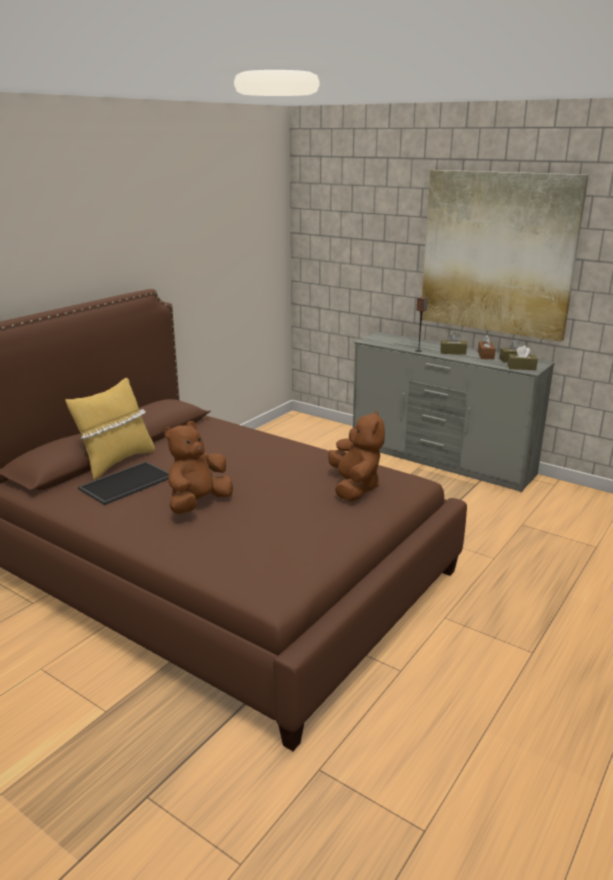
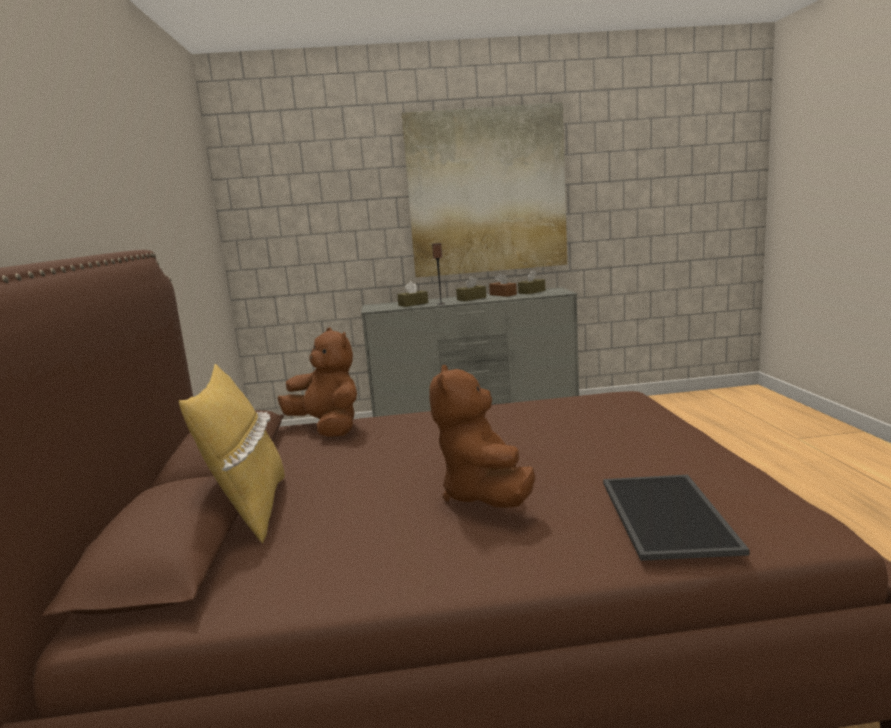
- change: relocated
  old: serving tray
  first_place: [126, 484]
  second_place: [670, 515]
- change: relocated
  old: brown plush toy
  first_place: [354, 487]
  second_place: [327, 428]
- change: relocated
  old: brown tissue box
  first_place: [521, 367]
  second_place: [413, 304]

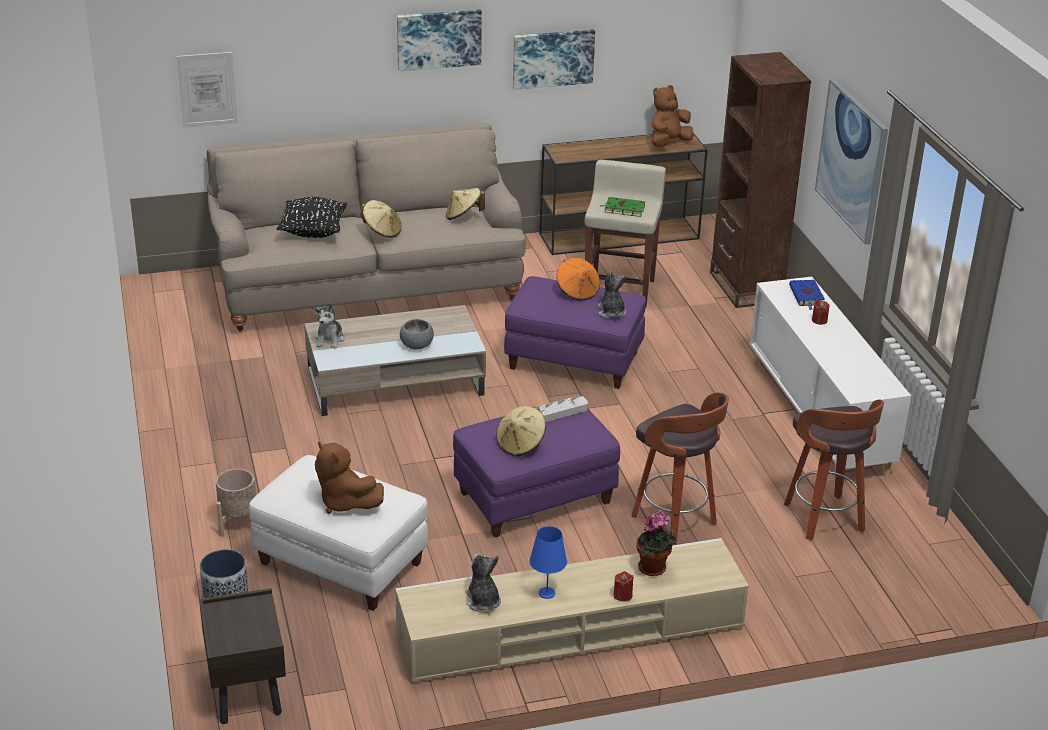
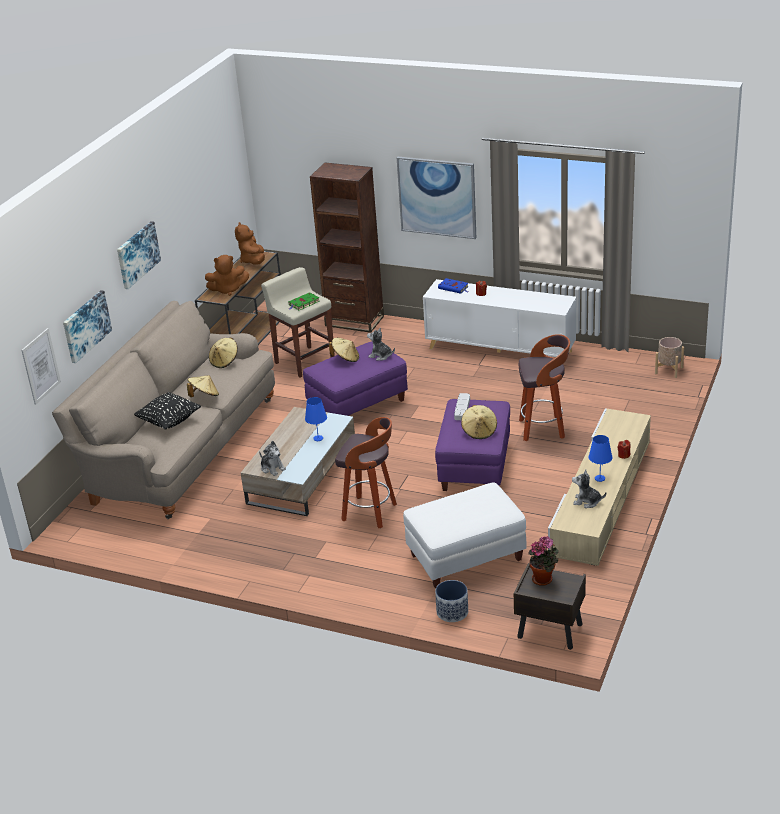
- change: relocated
  old: beige plant pot
  first_place: [239, 523]
  second_place: [669, 370]
- change: relocated
  old: brown plush toy
  first_place: [344, 502]
  second_place: [228, 290]
- change: relocated
  old: wall picture
  first_place: [553, 58]
  second_place: [86, 326]
- change: relocated
  old: potted plant
  first_place: [654, 569]
  second_place: [544, 579]
- change: relocated
  old: sitting stool
  first_place: [825, 519]
  second_place: [371, 513]
- change: exchanged
  old: greyish deep dish
  new: blue tabletop lamp
  first_place: [417, 345]
  second_place: [318, 438]
- change: colour
  old: orange-coloured hat
  new: beige hat
  first_place: [577, 291]
  second_place: [346, 358]

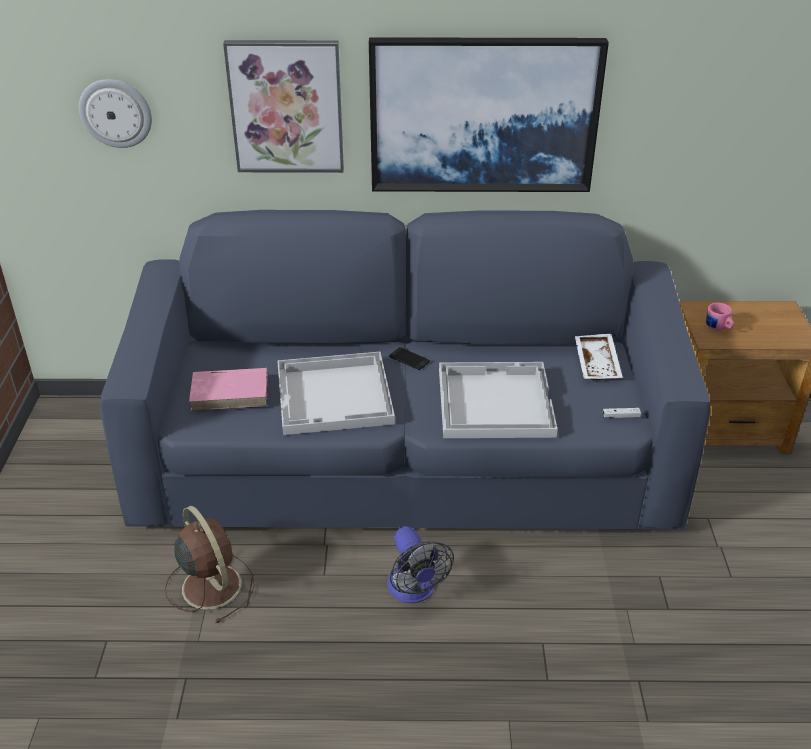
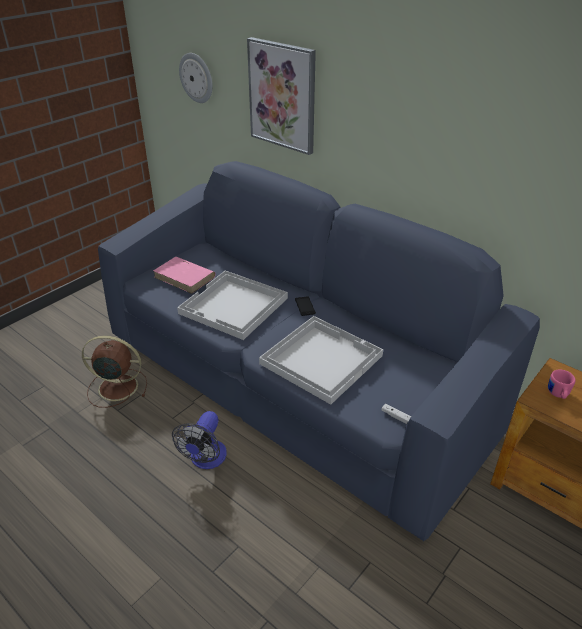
- change: missing
  old: wall picture
  first_place: [483, 115]
- change: missing
  old: whitish serving tray
  first_place: [598, 363]
- change: spun
  old: brown cooling fan
  first_place: [210, 584]
  second_place: [116, 387]
  degrees: -90

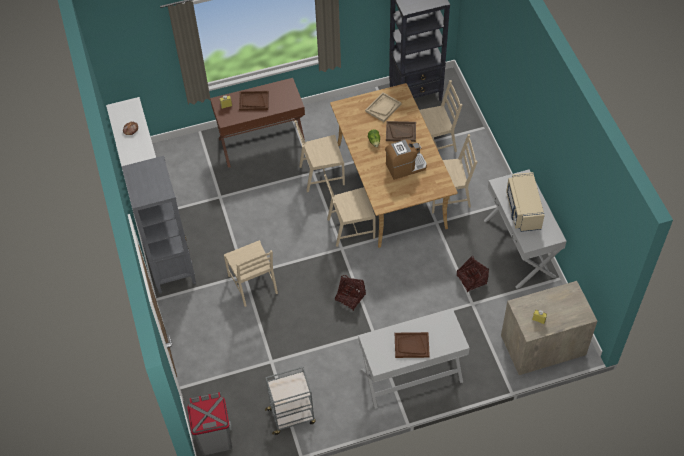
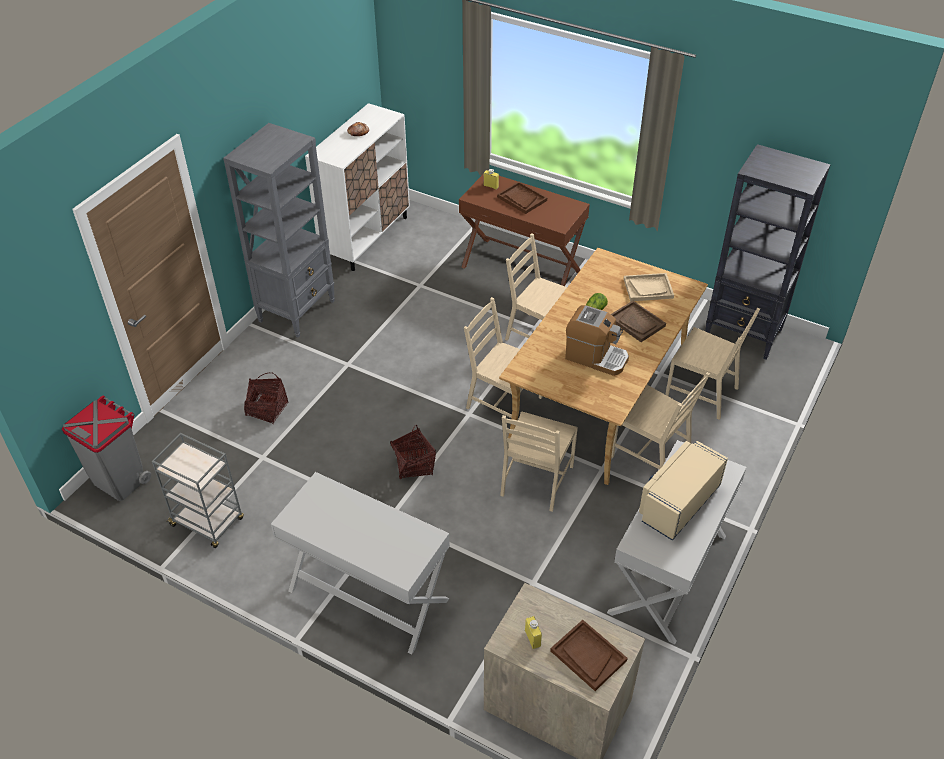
- change: relocated
  old: beige upright chair
  first_place: [253, 284]
  second_place: [536, 481]
- change: relocated
  old: brown serving tray
  first_place: [411, 345]
  second_place: [588, 656]
- change: relocated
  old: household basket
  first_place: [471, 280]
  second_place: [267, 409]

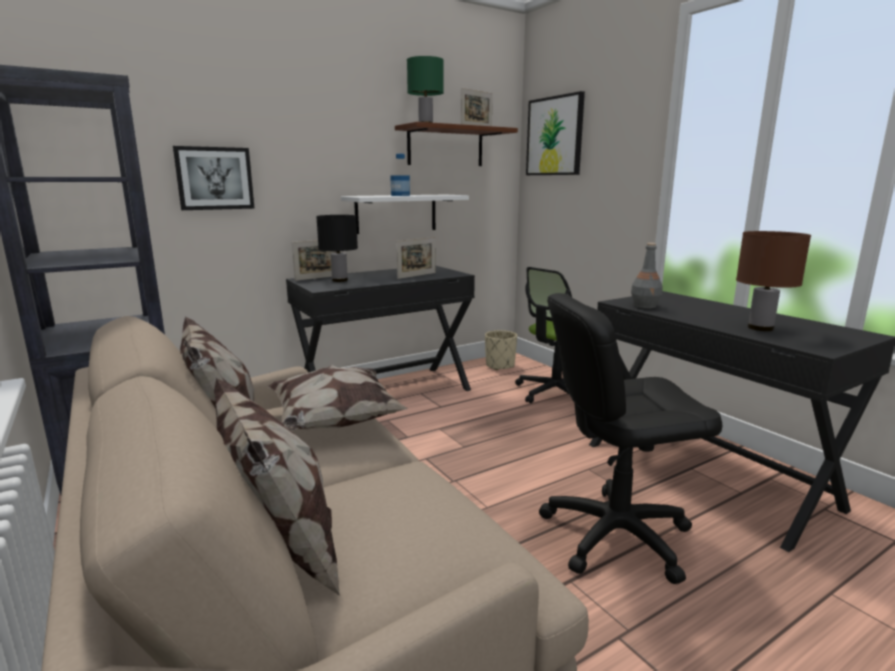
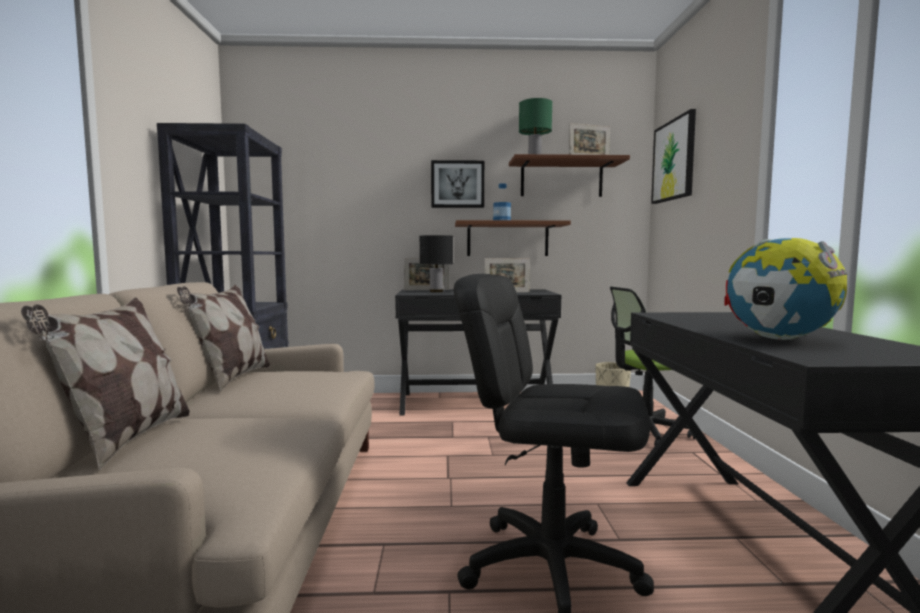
- change: missing
  old: pillow
  first_place: [333, 423]
- change: missing
  old: greyish drink bottle
  first_place: [645, 306]
- change: relocated
  old: wall picture
  first_place: [214, 178]
  second_place: [457, 184]
- change: exchanged
  old: brown tabletop lamp
  new: world globe
  first_place: [759, 328]
  second_place: [778, 339]
- change: colour
  old: whitish shelf
  new: brown shelf
  first_place: [396, 213]
  second_place: [507, 239]

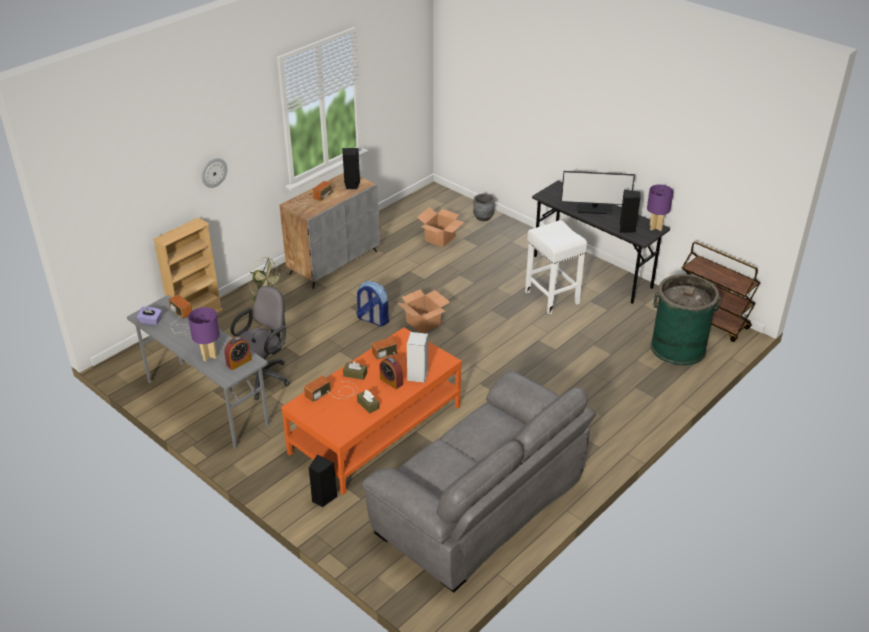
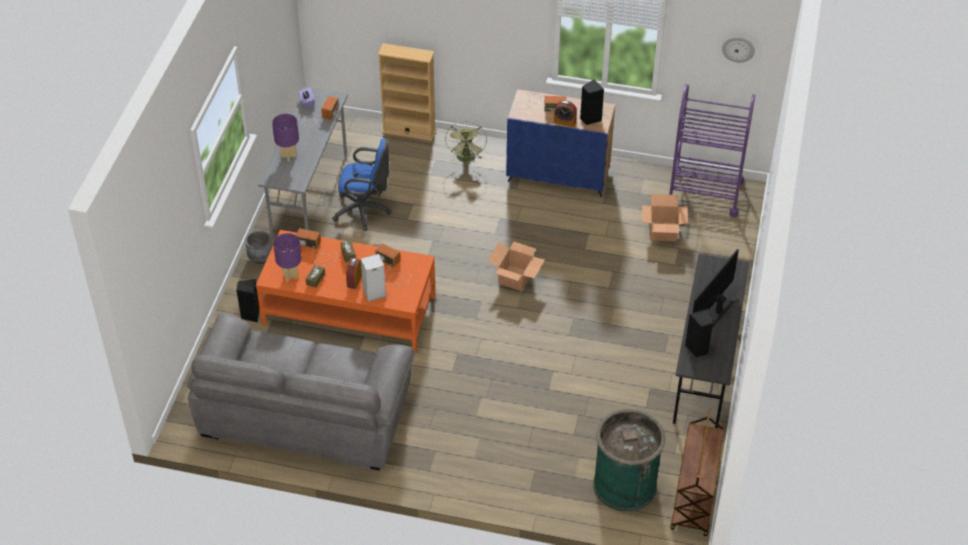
- change: missing
  old: rucksack
  first_place: [372, 320]
- change: missing
  old: whitish sitting stool
  first_place: [551, 297]
- change: appeared
  new: purple cart
  second_place: [704, 193]
- change: relocated
  old: clock on the wall
  first_place: [213, 172]
  second_place: [738, 49]
- change: relocated
  old: alarm clock
  first_place: [239, 362]
  second_place: [565, 122]
- change: relocated
  old: greyish plant pot
  first_place: [483, 217]
  second_place: [260, 257]
- change: relocated
  old: purple tabletop lamp
  first_place: [655, 227]
  second_place: [291, 276]
- change: colour
  old: greyish office chair
  new: blue office chair
  first_place: [264, 377]
  second_place: [364, 211]
- change: colour
  old: greyish cupboard
  new: blue cupboard
  first_place: [334, 262]
  second_place: [558, 175]
- change: spun
  old: monitor
  first_place: [594, 209]
  second_place: [714, 310]
  degrees: 60

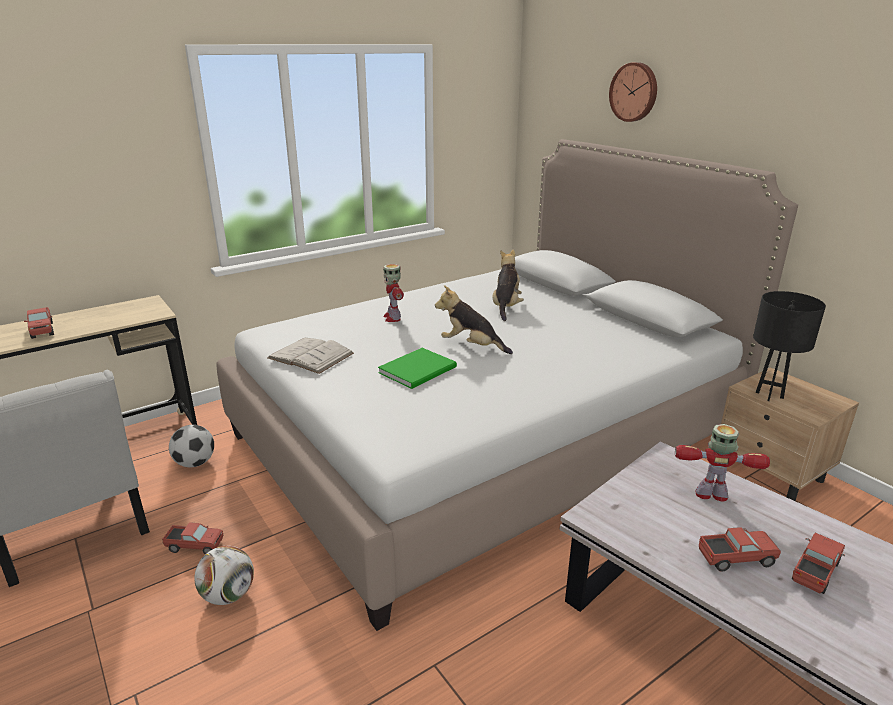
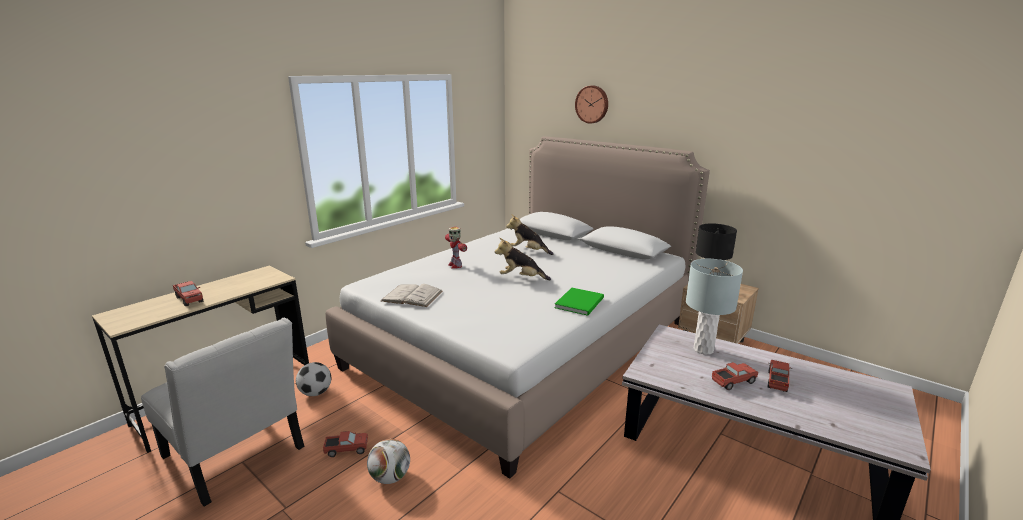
- change: relocated
  old: green-coloured volume
  first_place: [420, 370]
  second_place: [581, 302]
- change: exchanged
  old: robot figure
  new: greyish tabletop lamp
  first_place: [712, 494]
  second_place: [703, 350]
- change: spun
  old: plush toy
  first_place: [506, 307]
  second_place: [528, 251]
  degrees: -60

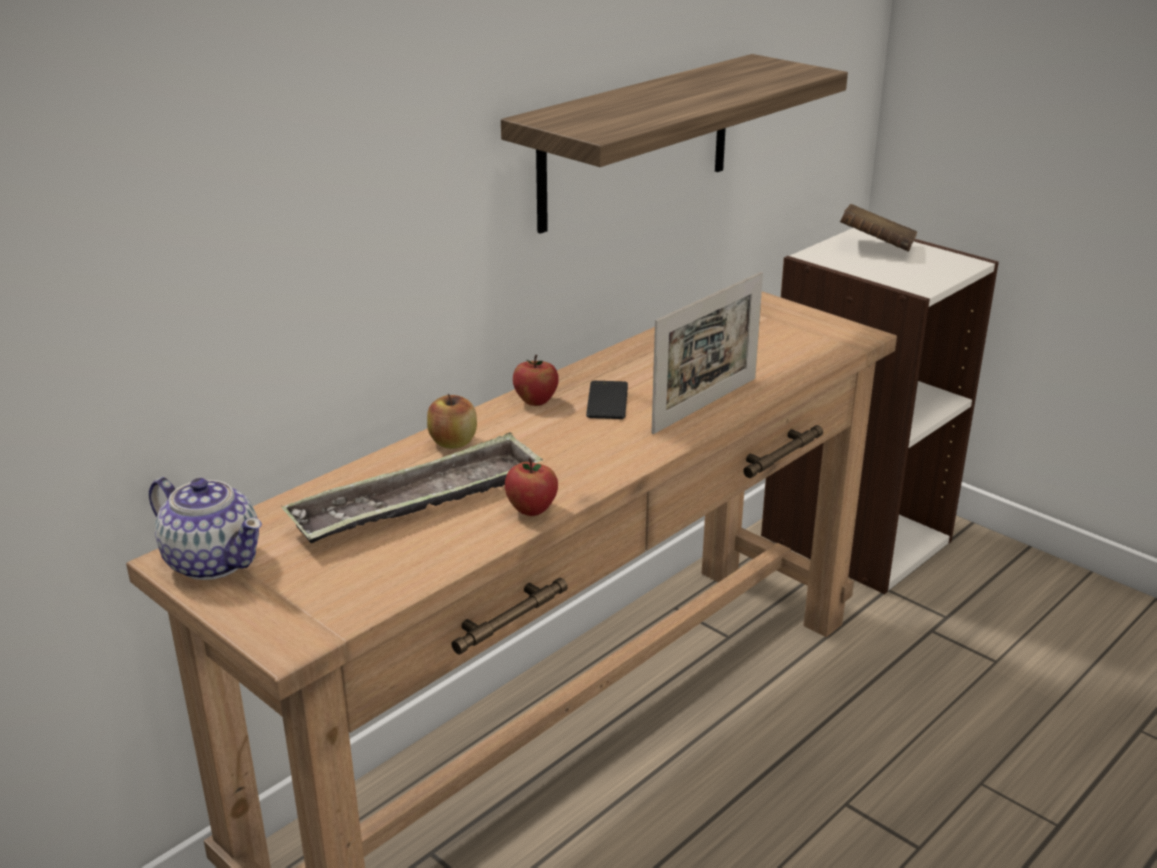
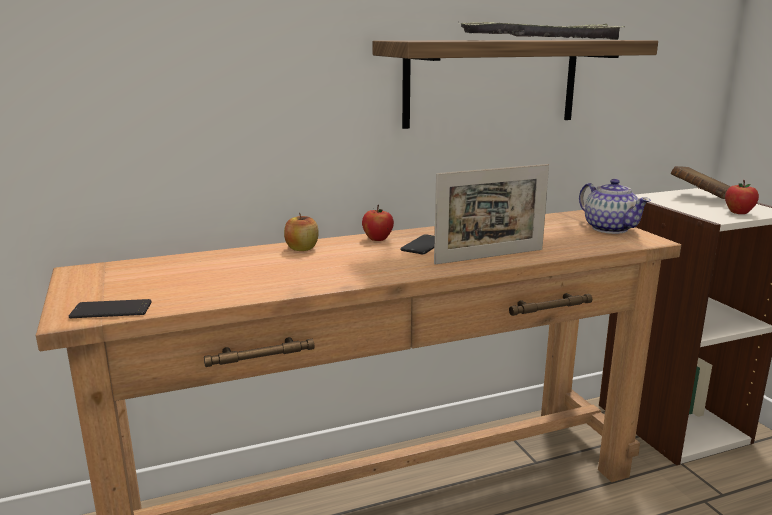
- change: appeared
  new: phone
  second_place: [111, 310]
- change: relocated
  old: pot for tea
  first_place: [212, 560]
  second_place: [609, 228]
- change: relocated
  old: serving tray
  first_place: [418, 502]
  second_place: [540, 39]
- change: relocated
  old: whole apple
  first_place: [531, 510]
  second_place: [738, 212]

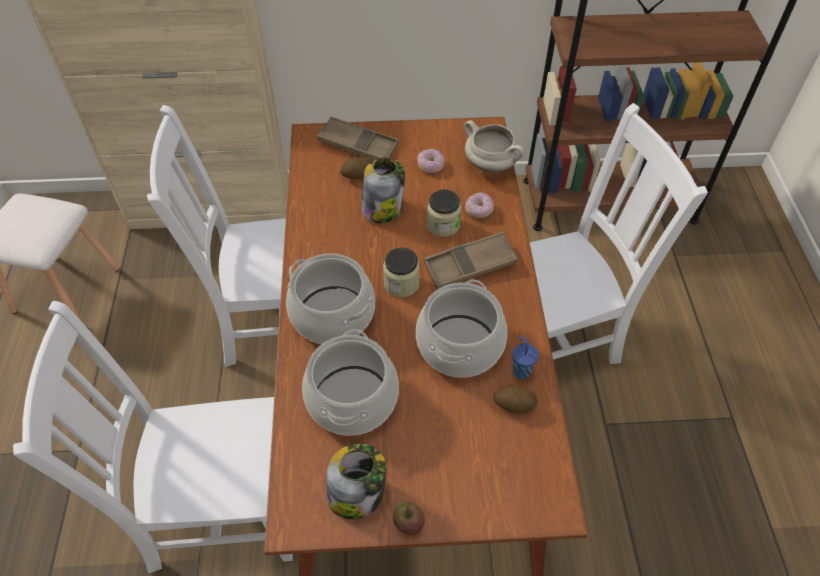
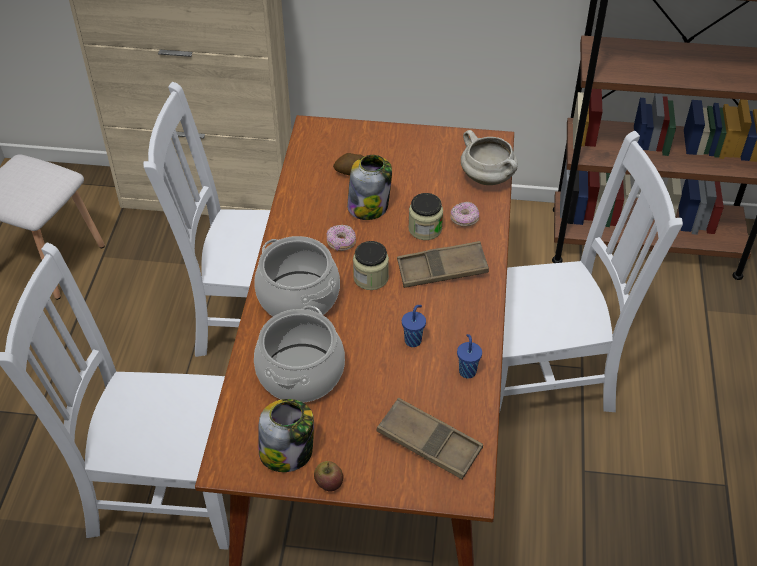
- change: missing
  old: whole potato
  first_place: [513, 405]
- change: relocated
  old: brown serving tray
  first_place: [358, 145]
  second_place: [429, 443]
- change: relocated
  old: doughnut
  first_place: [430, 166]
  second_place: [341, 243]
- change: exchanged
  old: saucepot
  new: blue cup
  first_place: [459, 345]
  second_place: [413, 340]

